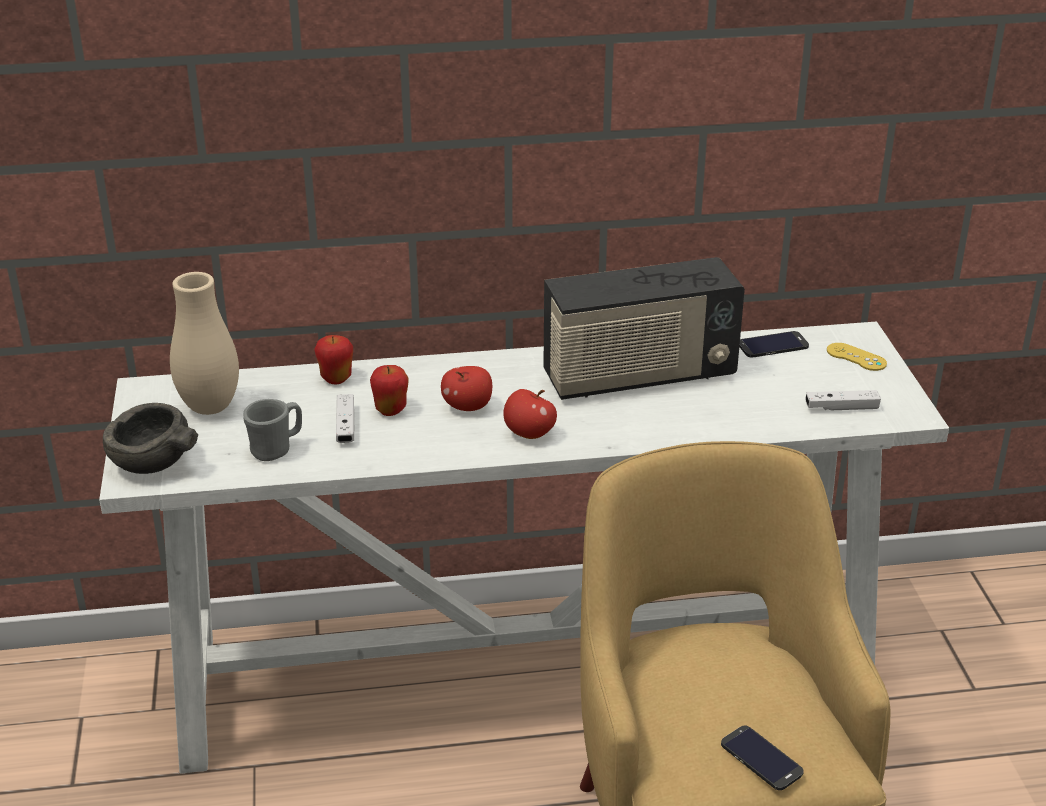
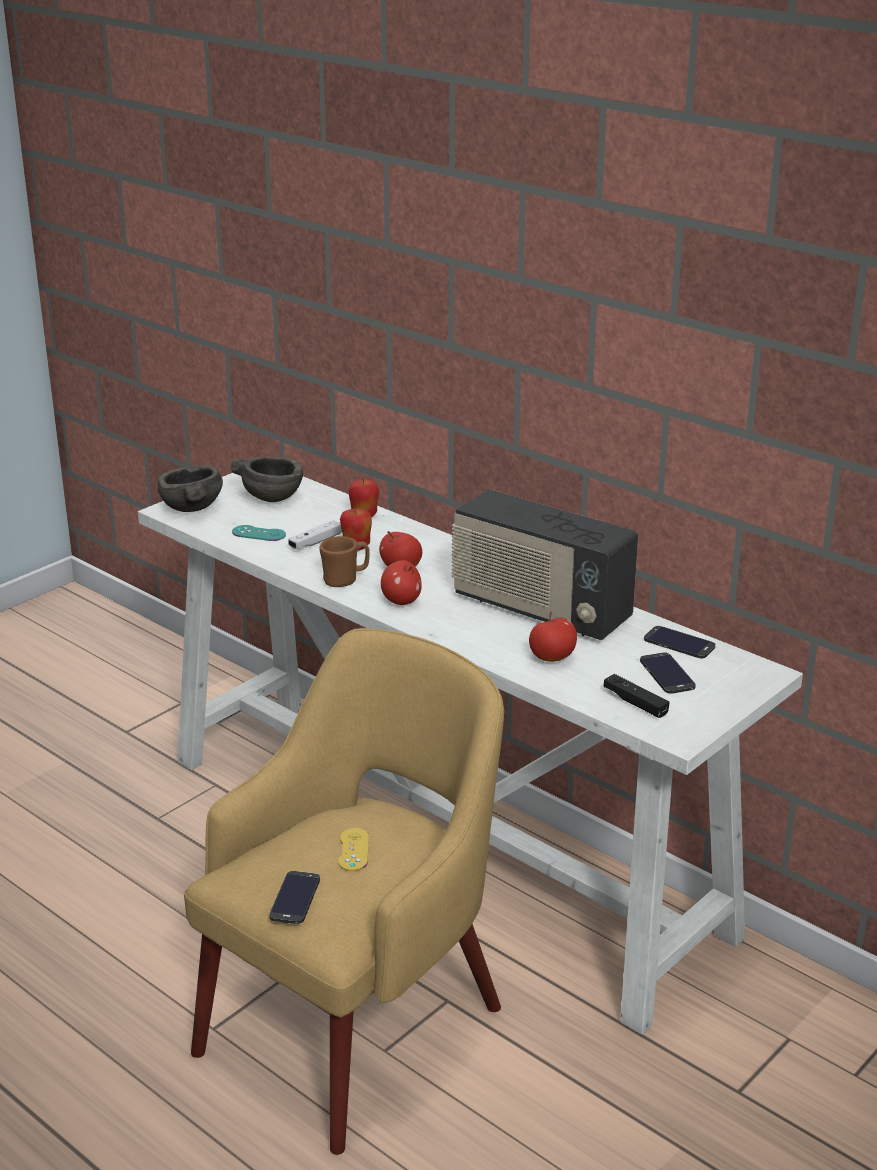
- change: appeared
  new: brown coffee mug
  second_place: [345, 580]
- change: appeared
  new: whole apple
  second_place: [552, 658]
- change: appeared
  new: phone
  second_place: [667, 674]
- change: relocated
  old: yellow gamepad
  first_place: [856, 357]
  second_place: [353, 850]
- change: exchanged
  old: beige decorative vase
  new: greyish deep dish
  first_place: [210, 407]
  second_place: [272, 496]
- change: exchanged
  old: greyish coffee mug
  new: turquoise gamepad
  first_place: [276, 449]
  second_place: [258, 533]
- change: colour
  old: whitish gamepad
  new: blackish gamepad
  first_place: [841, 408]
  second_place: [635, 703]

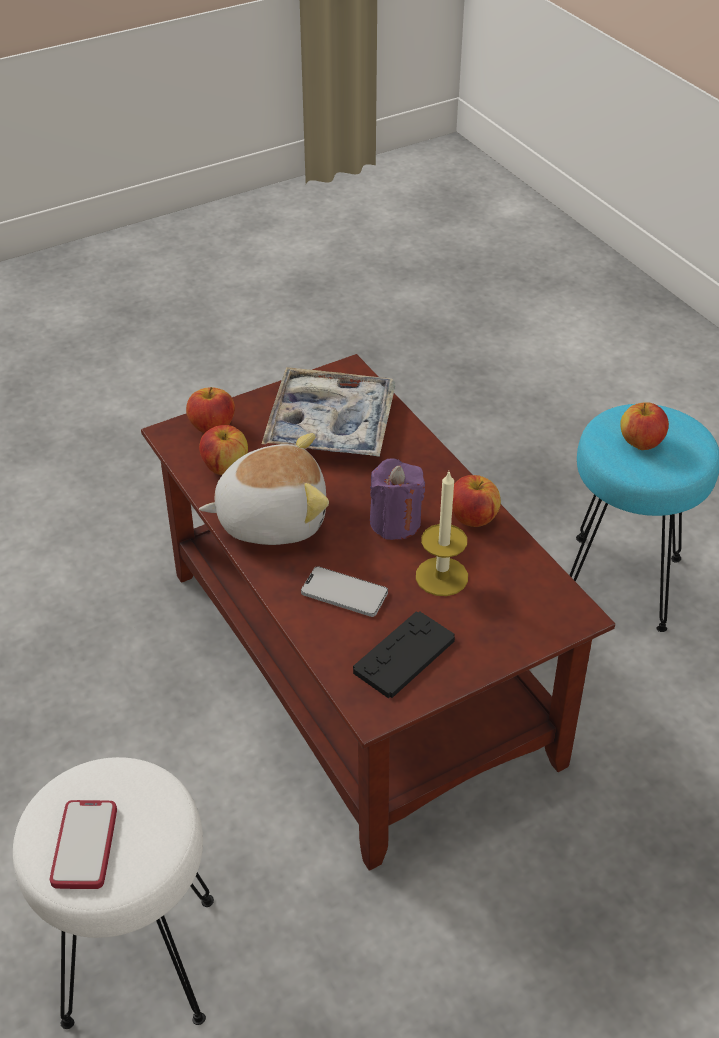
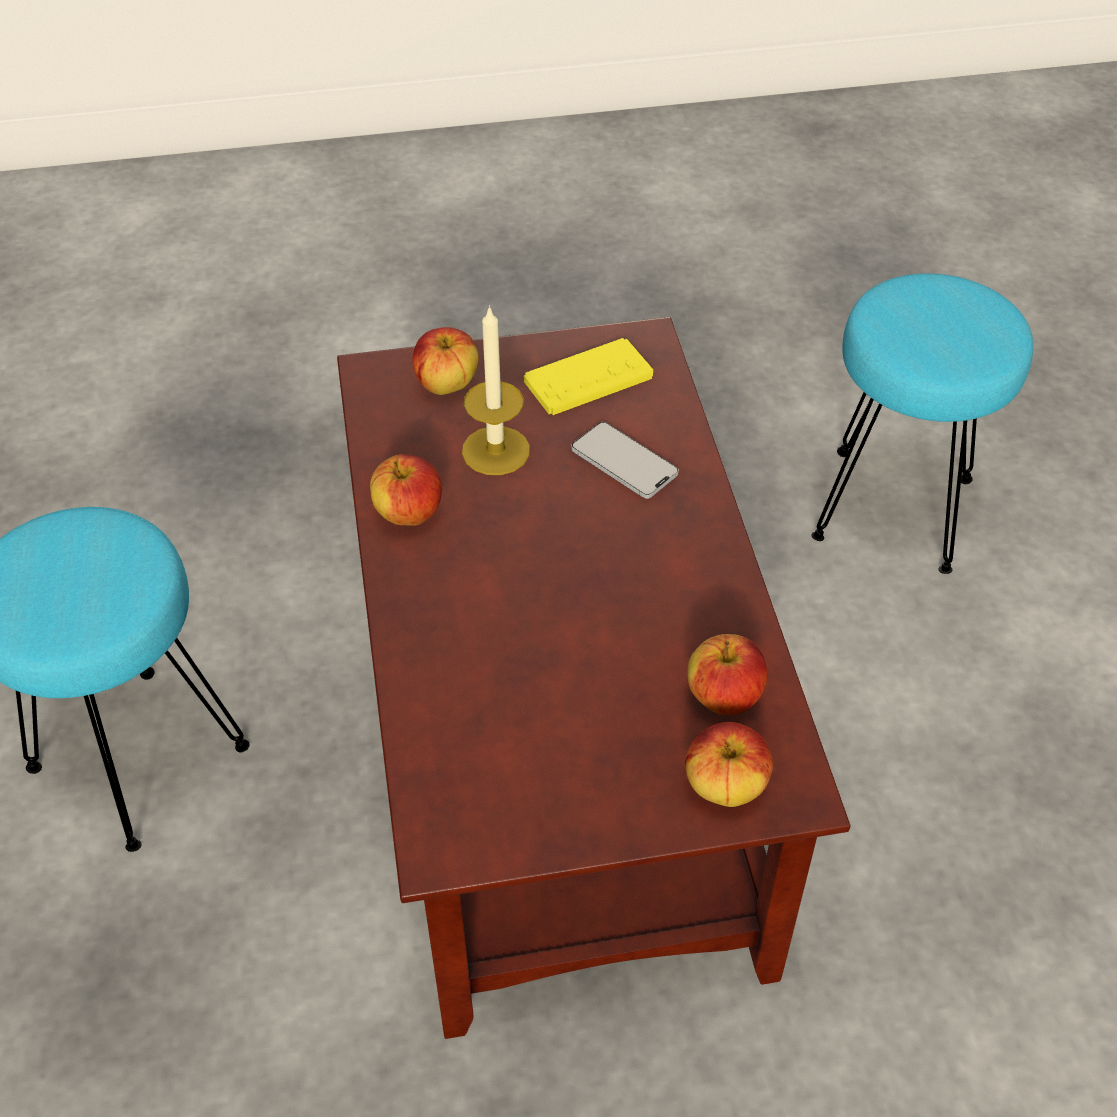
- change: missing
  old: phone
  first_place: [84, 846]
- change: missing
  old: plush toy
  first_place: [271, 518]
- change: missing
  old: serving tray
  first_place: [331, 424]
- change: missing
  old: purple wax candle
  first_place: [395, 522]
- change: relocated
  old: whole apple
  first_place: [640, 443]
  second_place: [447, 384]
- change: colour
  old: whitish sitting stool
  new: turquoise sitting stool
  first_place: [137, 959]
  second_place: [895, 510]
- change: colour
  old: blackish gamepad
  new: yellow gamepad
  first_place: [404, 655]
  second_place: [588, 379]

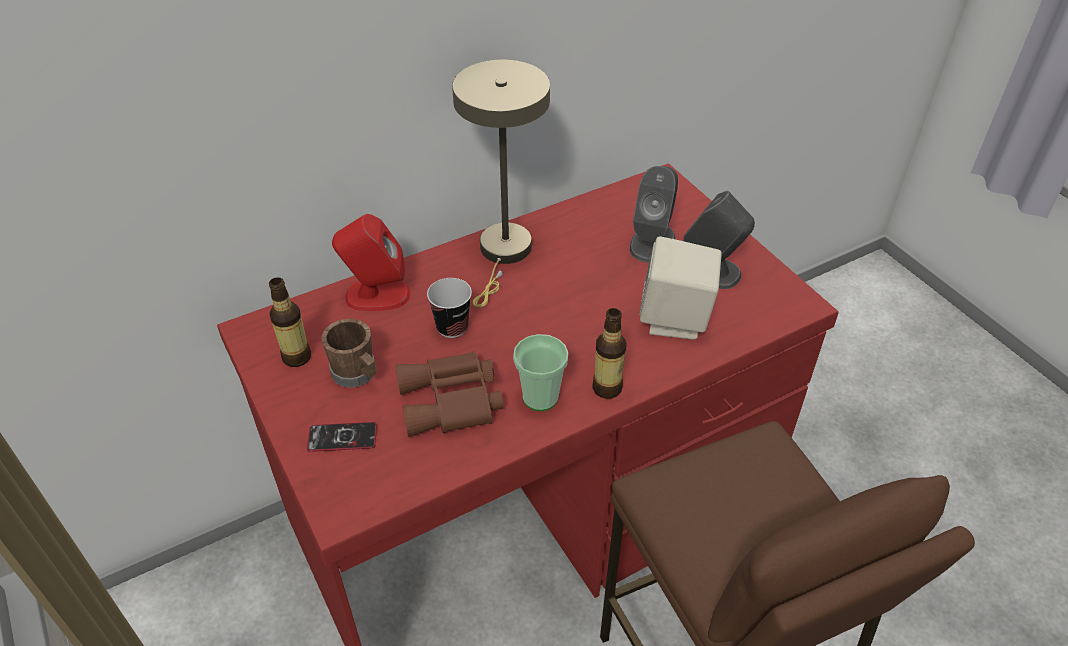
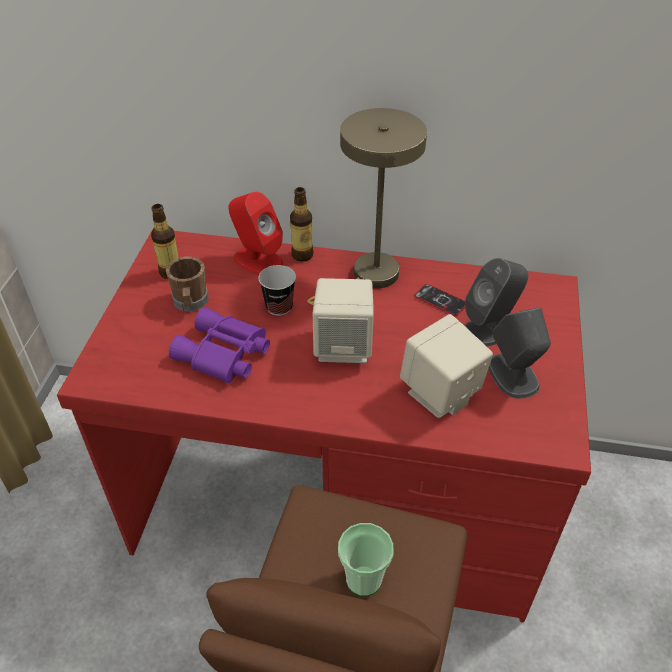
- change: appeared
  new: beige audio speaker
  second_place: [343, 346]
- change: relocated
  old: phone
  first_place: [342, 438]
  second_place: [440, 300]
- change: relocated
  old: cup
  first_place: [540, 397]
  second_place: [363, 579]
- change: relocated
  old: drink bottle
  first_place: [607, 388]
  second_place: [302, 255]
- change: colour
  old: brown pair of binoculars
  new: purple pair of binoculars
  first_place: [452, 402]
  second_place: [223, 355]

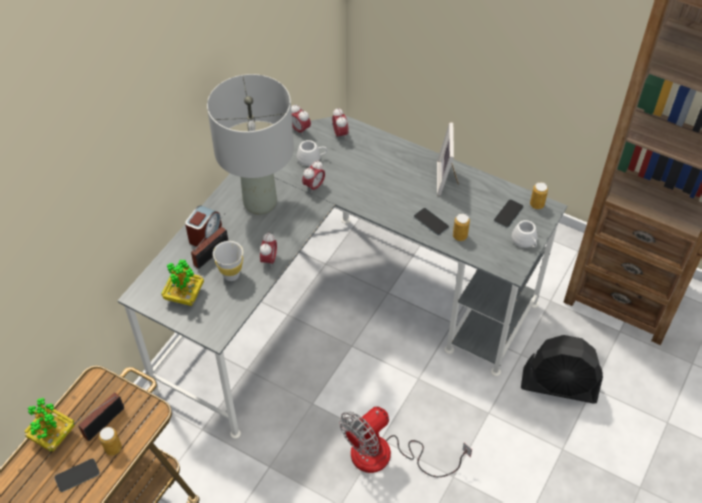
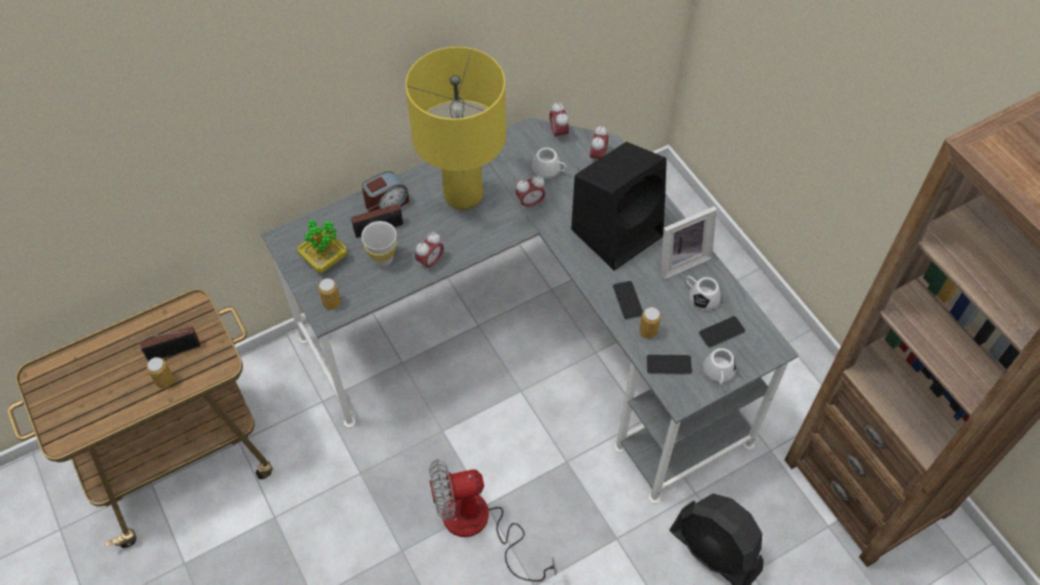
- change: missing
  old: potted plant
  first_place: [53, 435]
- change: appeared
  new: blackish audio speaker
  second_place: [618, 231]
- change: appeared
  new: whitish coffee mug
  second_place: [700, 296]
- change: relocated
  old: phone
  first_place: [77, 475]
  second_place: [669, 365]
- change: relocated
  old: can
  first_place: [537, 205]
  second_place: [332, 303]
- change: colour
  old: greyish tabletop lamp
  new: yellow tabletop lamp
  first_place: [260, 203]
  second_place: [463, 196]
- change: spun
  old: picture frame
  first_place: [447, 178]
  second_place: [680, 259]
  degrees: -150

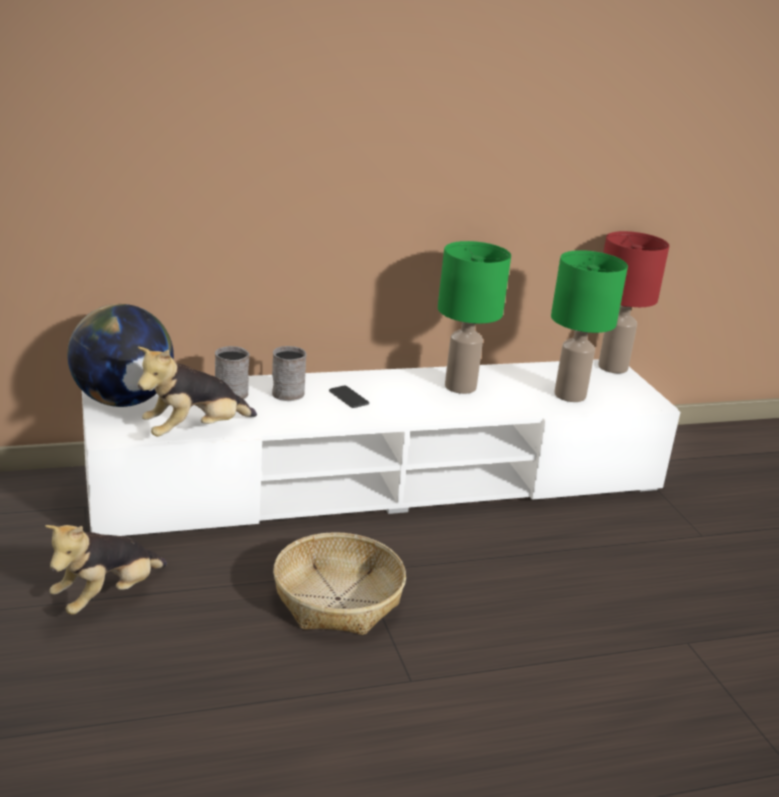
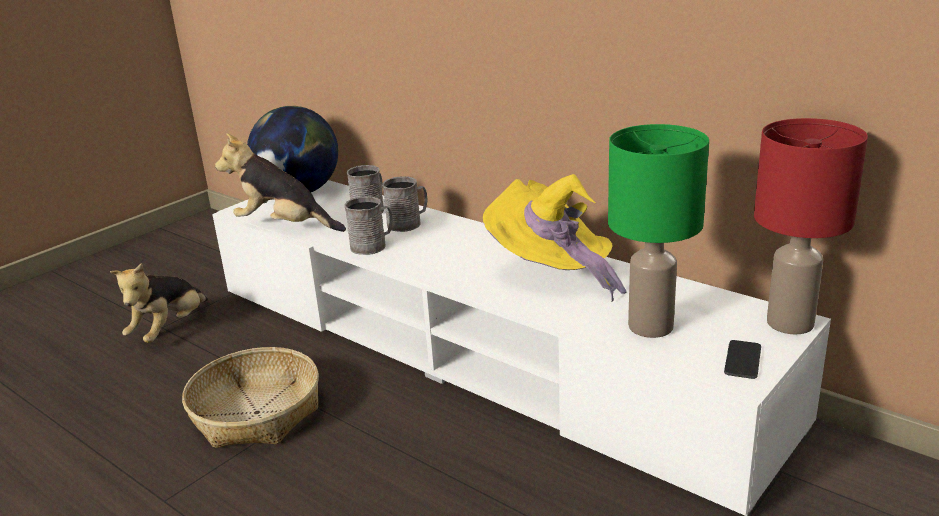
- change: appeared
  new: greyish coffee mug
  second_place: [373, 245]
- change: relocated
  old: phone
  first_place: [348, 397]
  second_place: [742, 360]
- change: exchanged
  old: green-coloured tabletop lamp
  new: yellow hat
  first_place: [460, 387]
  second_place: [552, 273]
- change: spun
  old: plush toy
  first_place: [107, 597]
  second_place: [170, 330]
  degrees: -75

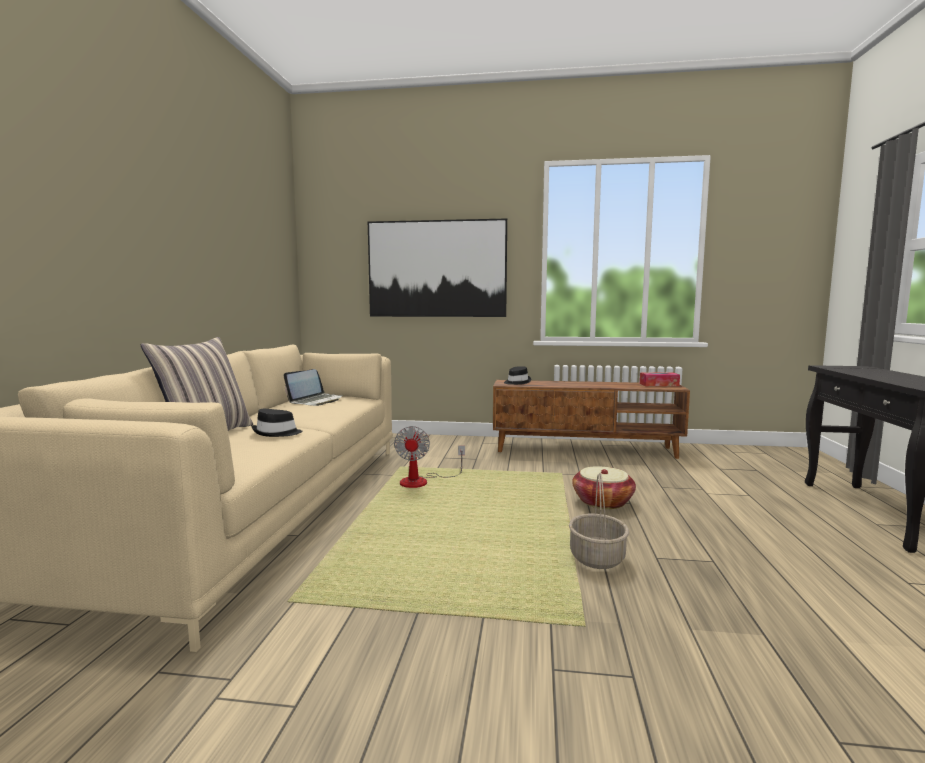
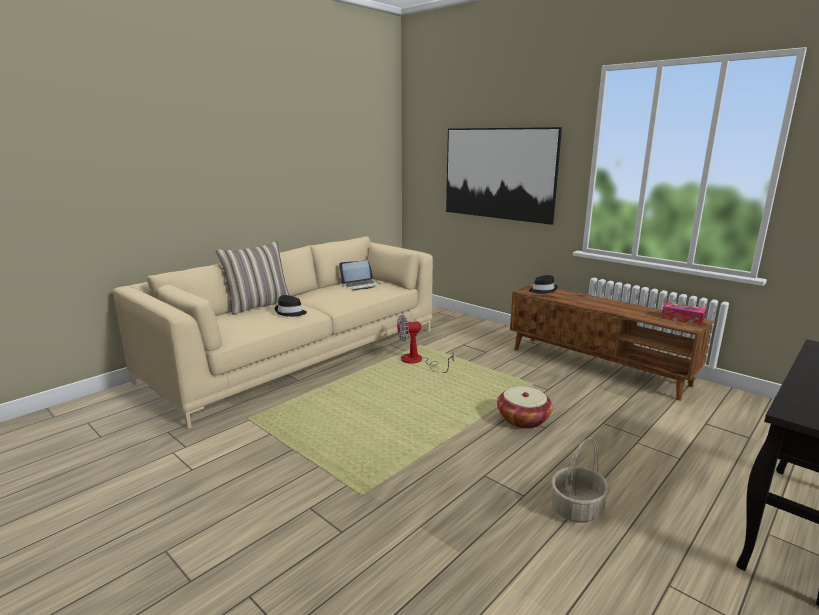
- change: relocated
  old: household basket
  first_place: [597, 558]
  second_place: [577, 509]
- change: spun
  old: cooling fan
  first_place: [422, 481]
  second_place: [418, 362]
  degrees: 45

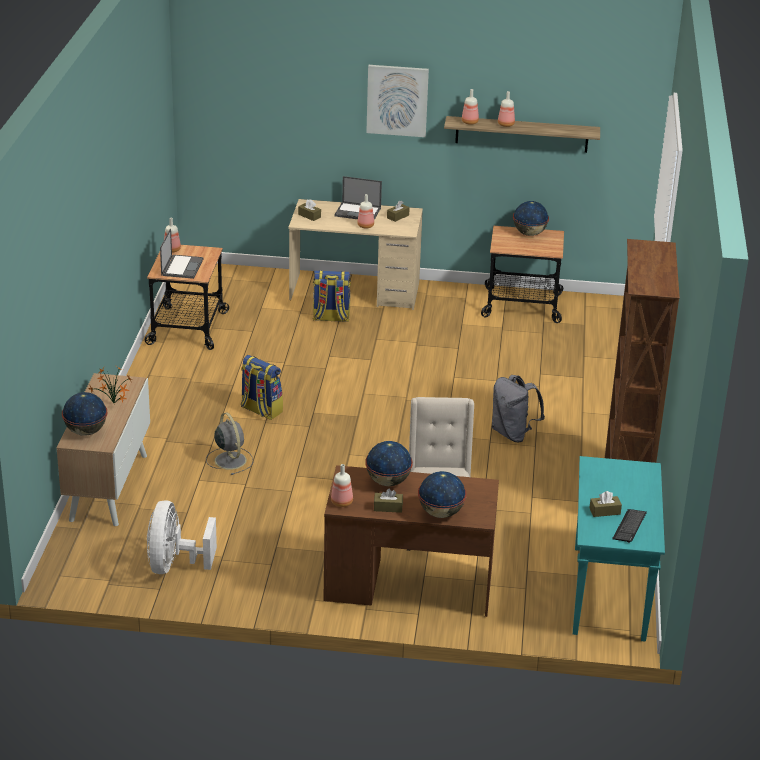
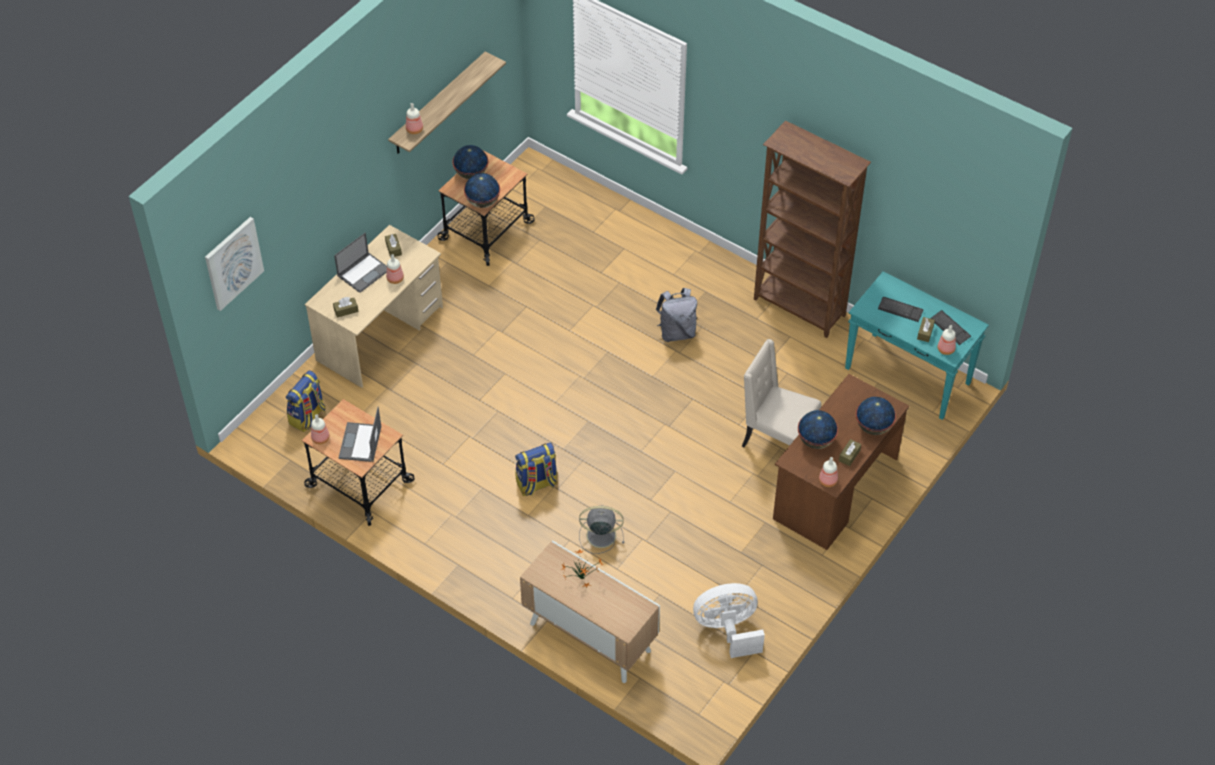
- change: appeared
  new: keyboard
  second_place: [900, 310]
- change: relocated
  old: world globe
  first_place: [86, 431]
  second_place: [482, 202]
- change: relocated
  old: rucksack
  first_place: [331, 318]
  second_place: [308, 417]
- change: relocated
  old: wall picture
  first_place: [397, 100]
  second_place: [233, 263]
- change: relocated
  old: drink bottle
  first_place: [506, 124]
  second_place: [946, 349]
- change: spun
  old: whitish cooling fan
  first_place: [174, 565]
  second_place: [728, 630]
  degrees: 135
- change: spun
  old: portable computer
  first_place: [182, 267]
  second_place: [360, 443]
  degrees: -120

